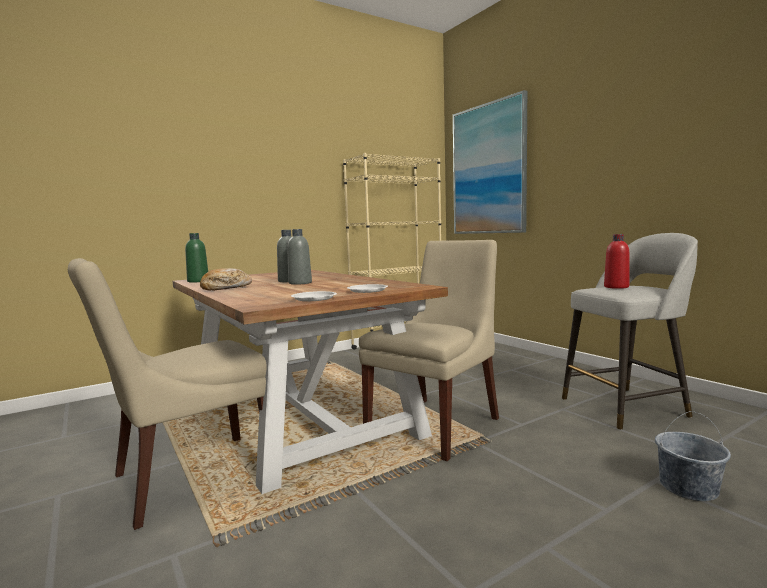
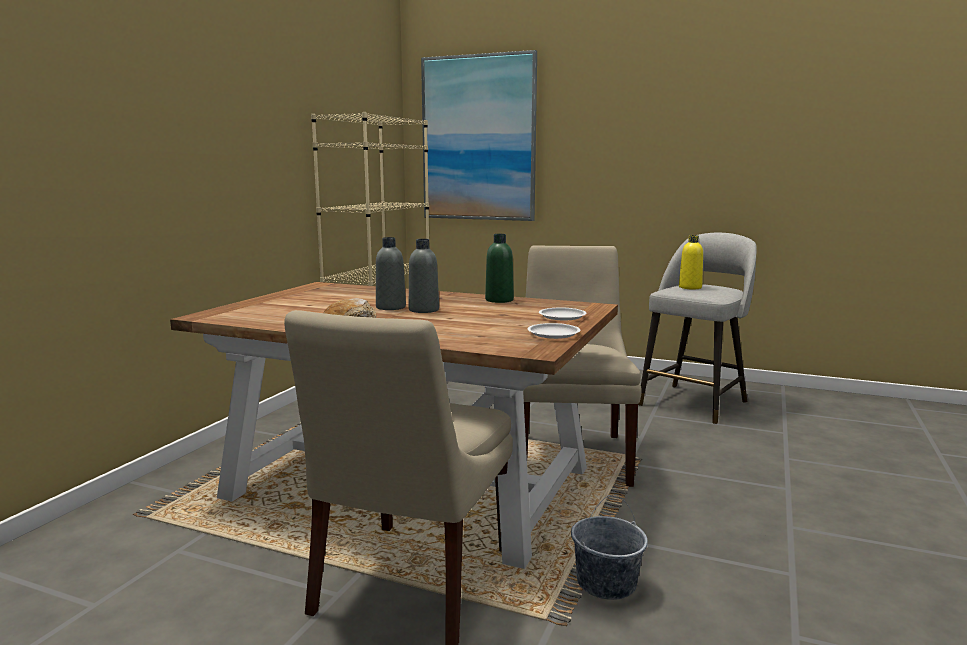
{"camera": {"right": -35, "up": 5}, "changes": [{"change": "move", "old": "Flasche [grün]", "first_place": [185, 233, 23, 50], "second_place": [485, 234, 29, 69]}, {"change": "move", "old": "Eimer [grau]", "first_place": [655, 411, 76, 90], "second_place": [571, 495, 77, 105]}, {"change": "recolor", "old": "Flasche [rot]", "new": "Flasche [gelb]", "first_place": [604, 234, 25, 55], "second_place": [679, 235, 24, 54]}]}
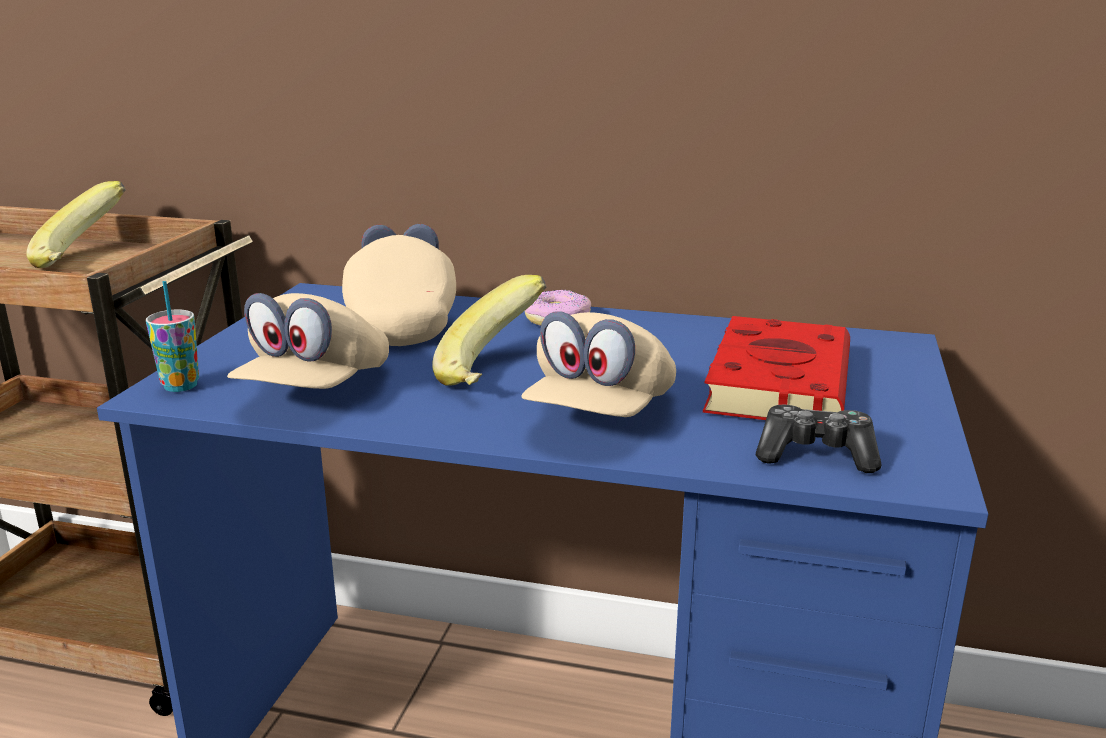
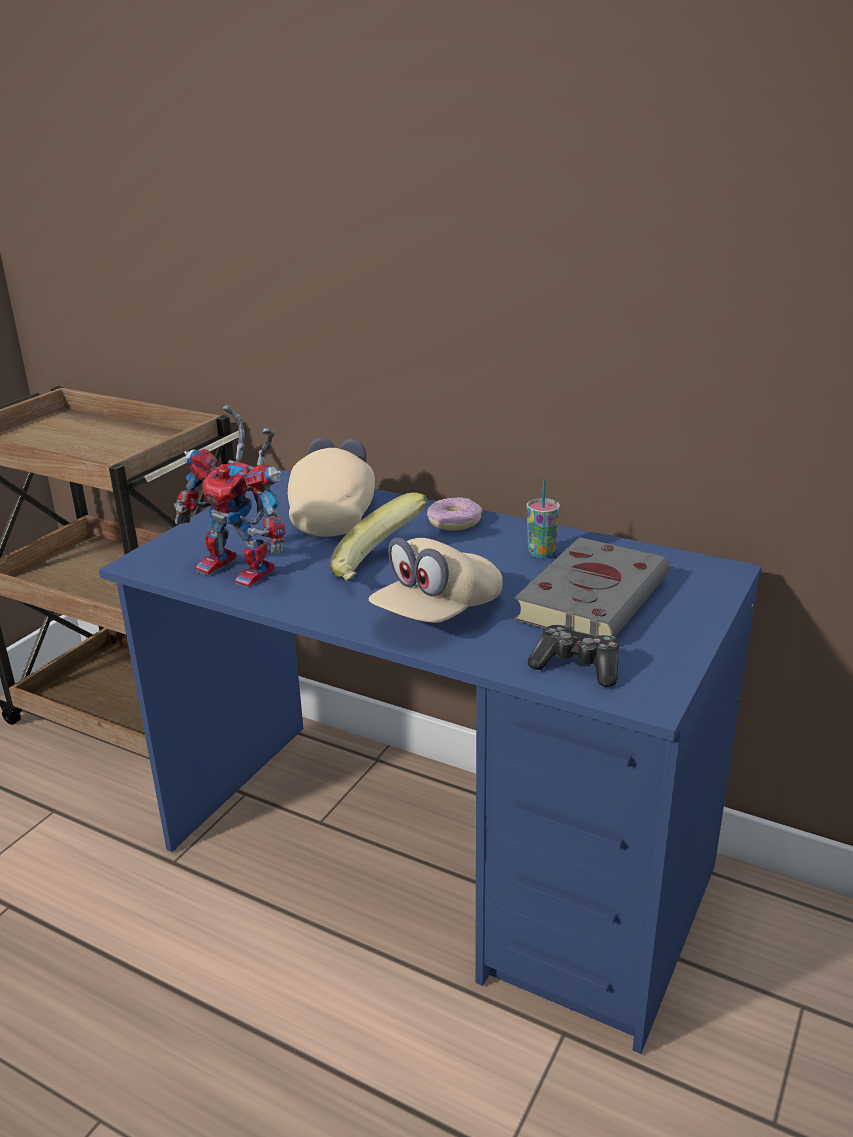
{"camera": {"right": 15, "up": 5}, "changes": [{"change": "delete", "old": "Banane", "first_place": [26, 181, 100, 87]}, {"change": "move", "old": "Tasse", "first_place": [146, 281, 53, 111], "second_place": [527, 479, 33, 79]}, {"change": "replace", "old": "Kappe [beige]", "new": "Spielzeugroboter", "first_place": [227, 293, 162, 96], "second_place": [174, 405, 112, 182]}, {"change": "recolor", "old": "Buch [rot]", "new": "Buch [grau]", "first_place": [703, 316, 147, 104], "second_place": [514, 537, 155, 100]}]}
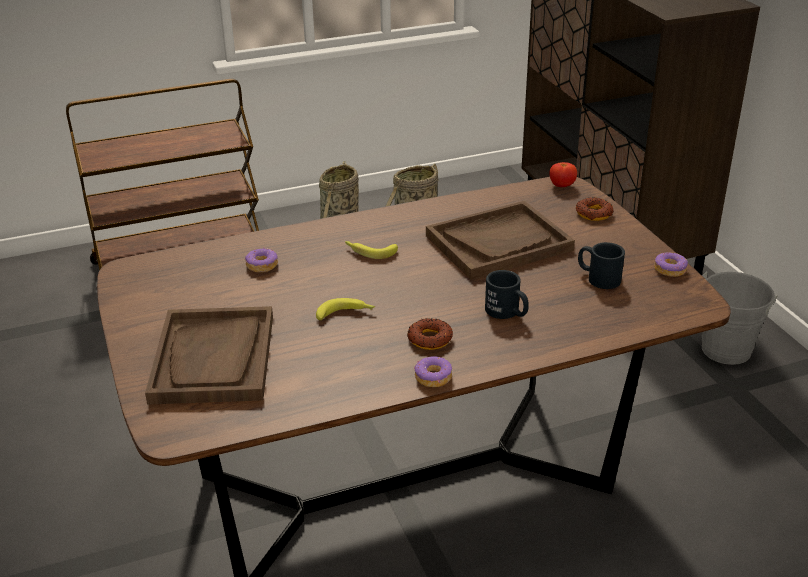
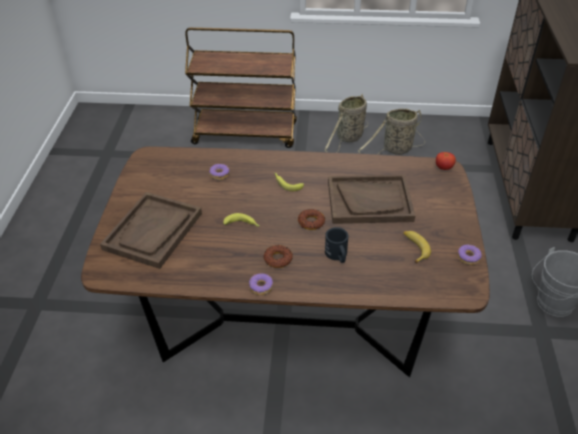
{"camera": {"right": 25, "up": 10}, "changes": [{"change": "move", "old": "Donut", "first_place": [576, 197, 38, 24], "second_place": [298, 209, 27, 21]}, {"change": "replace", "old": "Henkelbecher [schwarz]", "new": "Banane", "first_place": [578, 242, 47, 47], "second_place": [403, 231, 28, 33]}]}
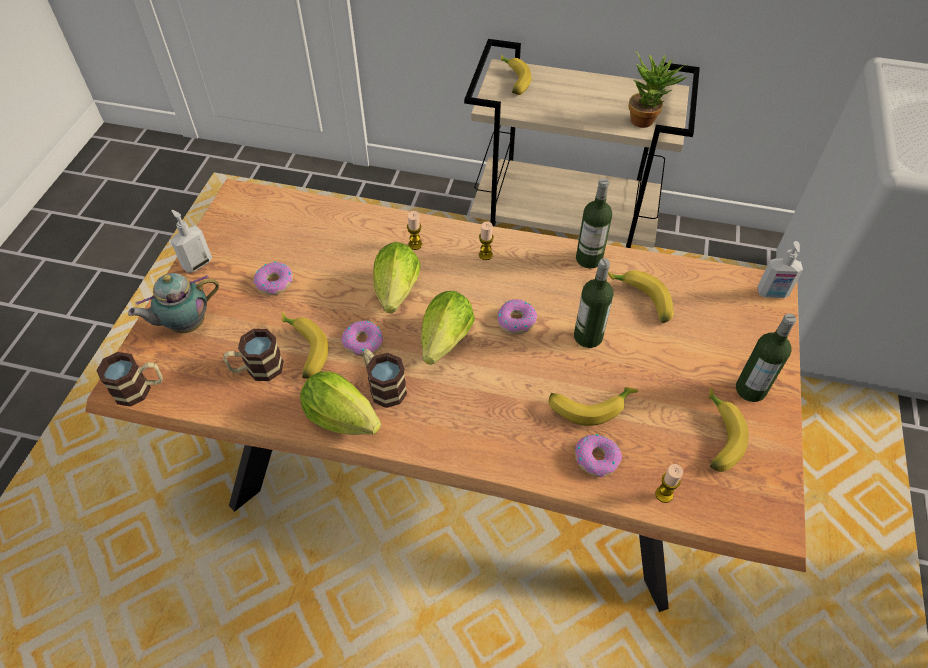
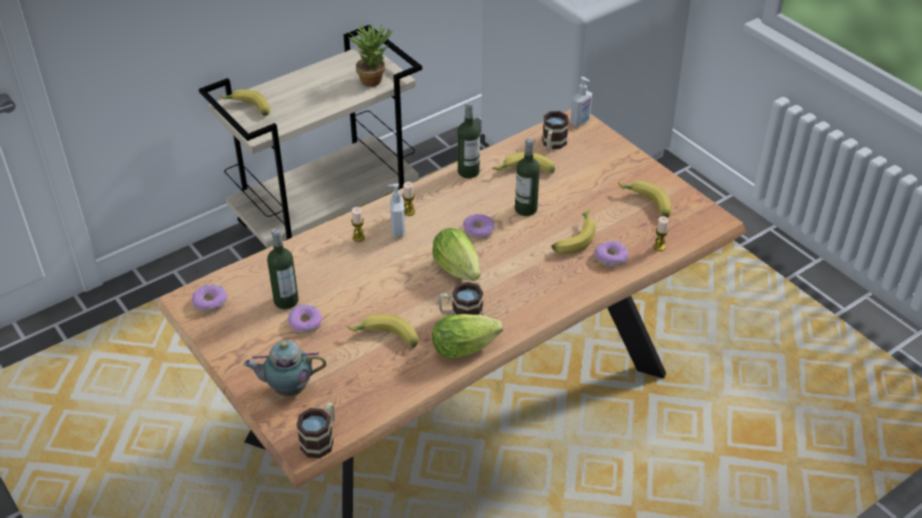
{"camera": {"right": -50, "up": -10}, "changes": [{"change": "delete", "old": "Salatkopf", "first_place": [373, 242, 48, 71]}, {"change": "move", "old": "Seifenspender", "first_place": [171, 210, 41, 63], "second_place": [388, 183, 17, 54]}, {"change": "move", "old": "Henkelbecher", "first_place": [223, 329, 61, 52], "second_place": [542, 111, 27, 39]}, {"change": "move", "old": "Donut", "first_place": [341, 320, 42, 36], "second_place": [192, 284, 35, 28]}, {"change": "move", "old": "Flasche", "first_place": [736, 313, 60, 89], "second_place": [267, 228, 32, 81]}, {"change": "rotate", "old": "Teekanne", "first_place": [128, 273, 91, 60], "second_place": [243, 340, 83, 56], "degrees": 75}]}
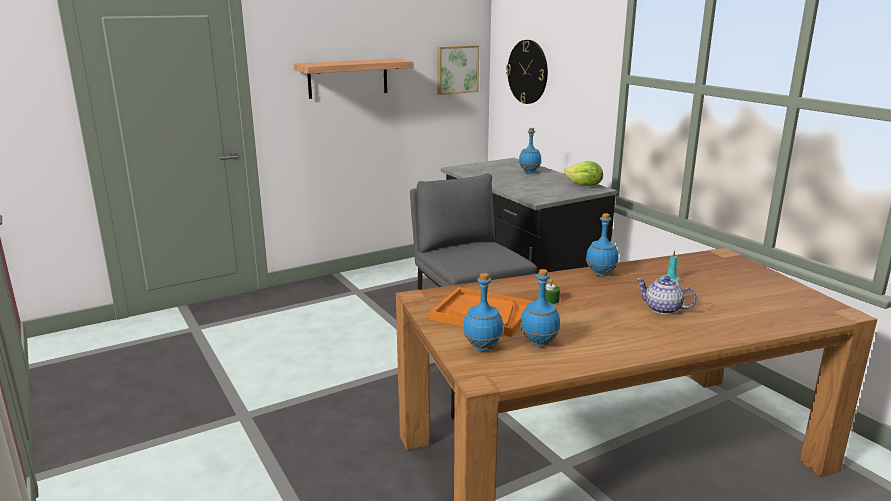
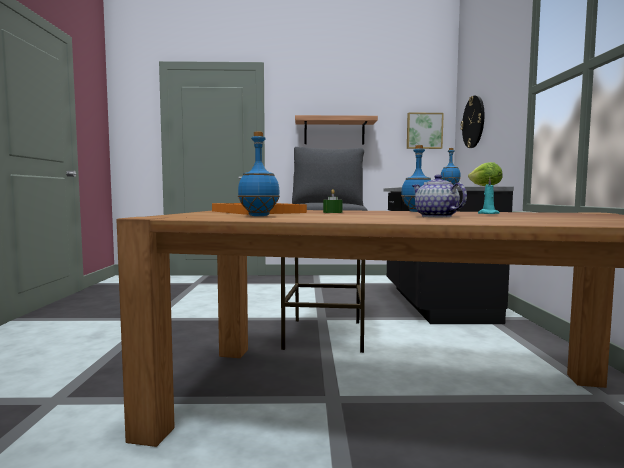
{"camera": {"right": 30, "up": -15}, "changes": [{"change": "delete", "old": "Flasche [blau]", "first_place": [463, 273, 40, 79]}]}
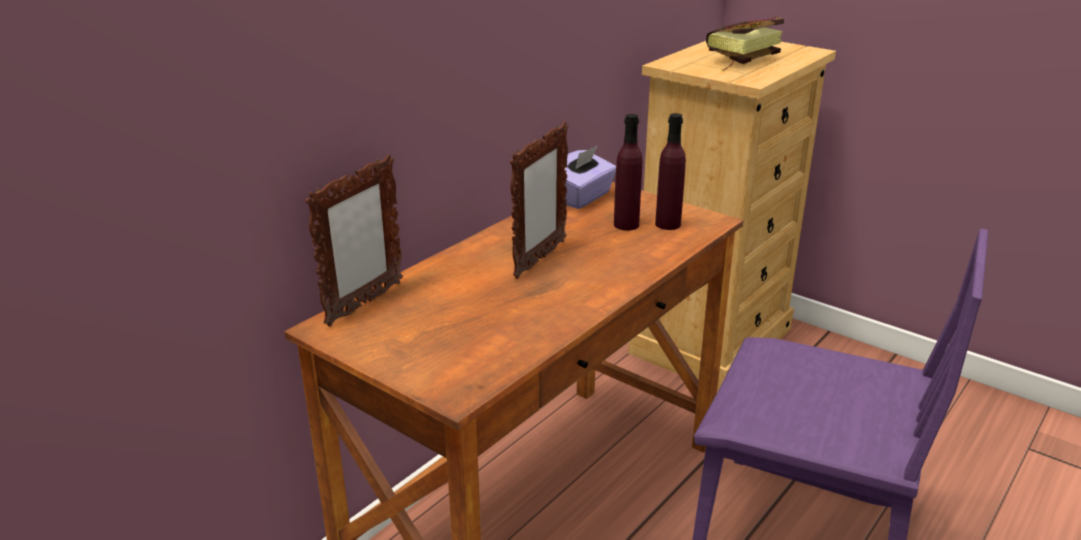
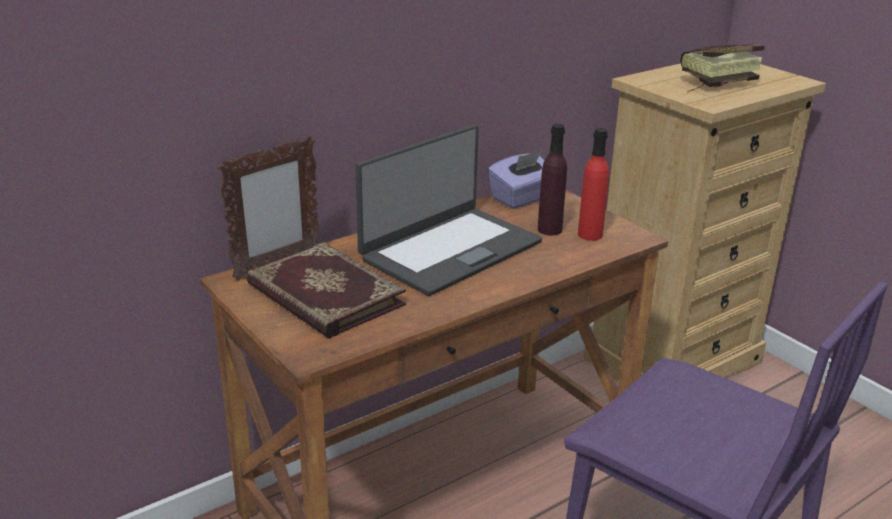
{"camera": {"right": 15, "up": 0}, "changes": [{"change": "insert", "new": "Buch", "second_place": [246, 242, 160, 96]}, {"change": "replace", "old": "Bilderrahmen", "new": "Laptop", "first_place": [510, 121, 58, 158], "second_place": [355, 125, 187, 171]}, {"change": "recolor", "old": "Flasche [lila]", "new": "Flasche [rot]", "first_place": [655, 113, 31, 117], "second_place": [578, 128, 31, 113]}]}
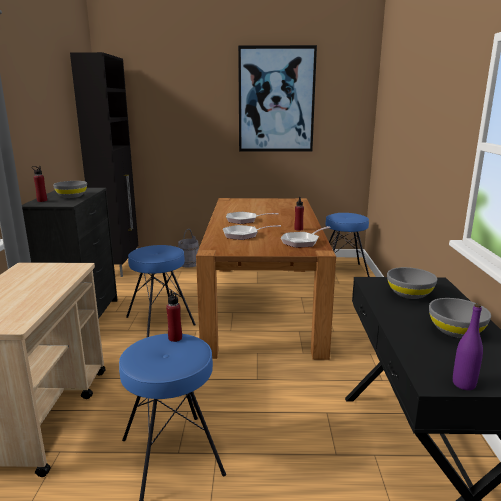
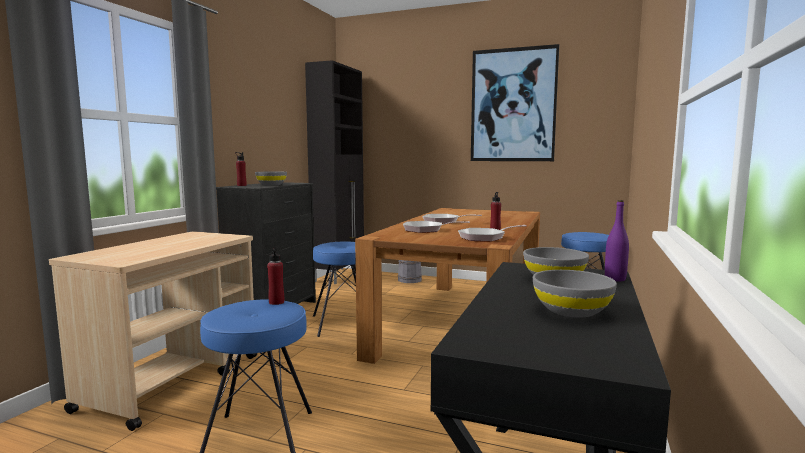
{"camera": {"right": 20, "up": -10}, "changes": [{"change": "move", "old": "Flasche [lila]", "first_place": [453, 304, 30, 86], "second_place": [605, 200, 24, 81]}]}
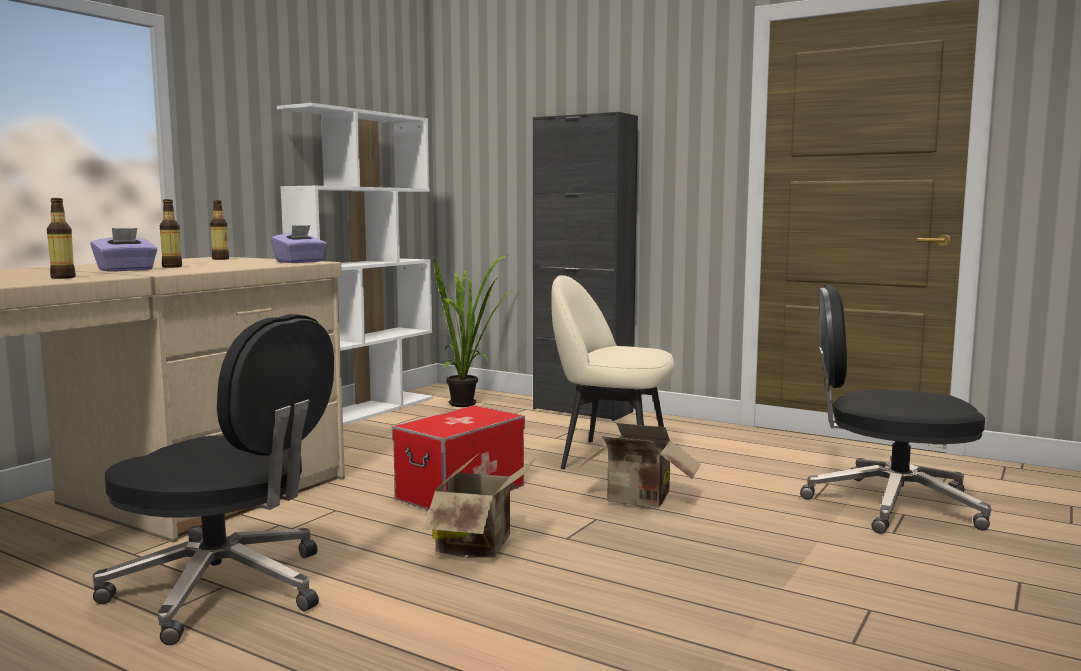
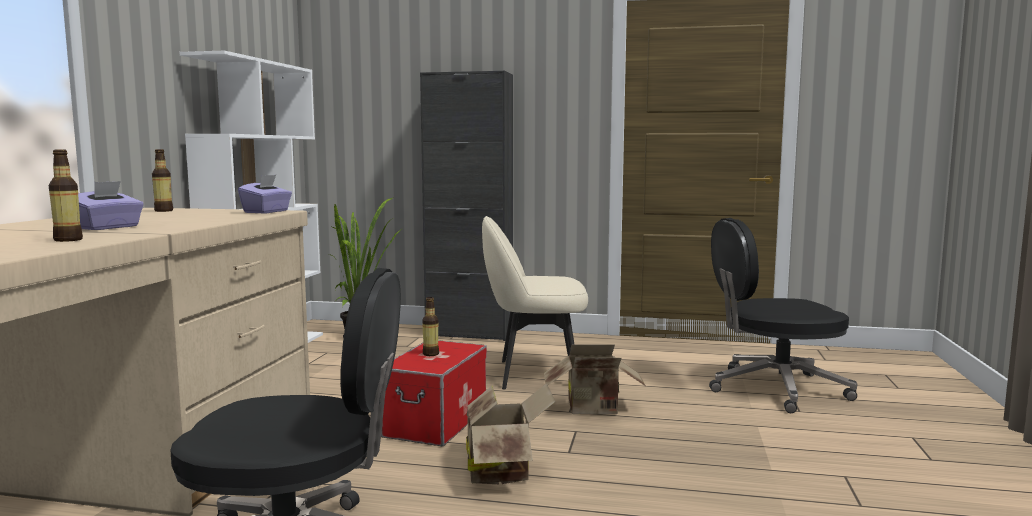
{"camera": {"right": -20, "up": 0}, "changes": [{"change": "move", "old": "Flasche", "first_place": [160, 199, 22, 69], "second_place": [422, 297, 17, 59]}]}
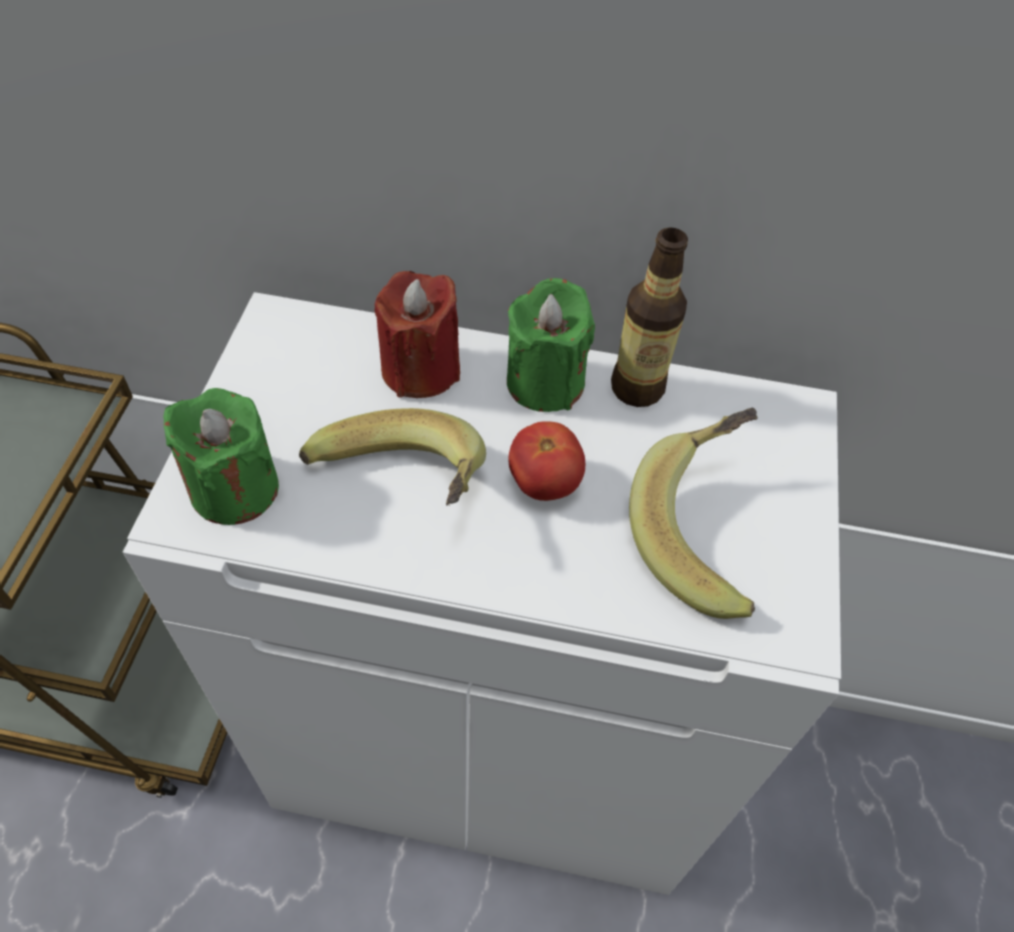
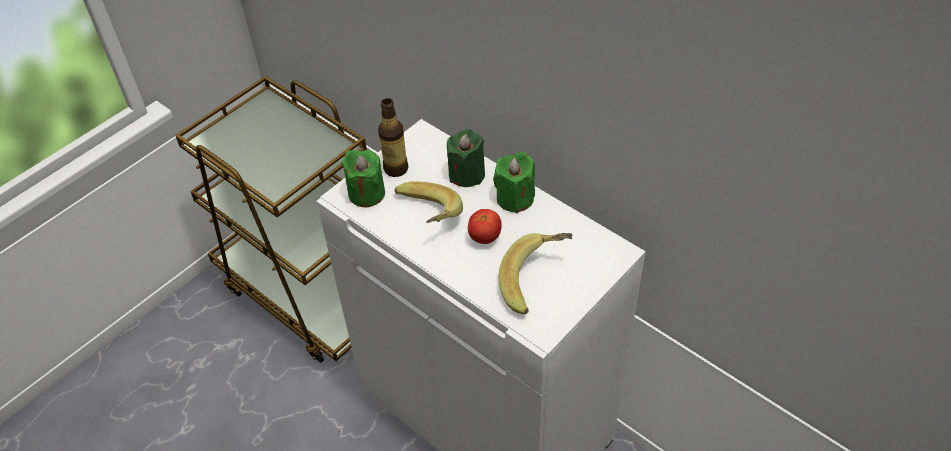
{"camera": {"right": 35, "up": -5}, "changes": [{"change": "move", "old": "Flasche", "first_place": [611, 227, 77, 180], "second_place": [378, 98, 30, 79]}, {"change": "recolor", "old": "Kerze [rot]", "new": "Kerze [grün]", "first_place": [374, 271, 86, 127], "second_place": [447, 129, 38, 58]}]}
